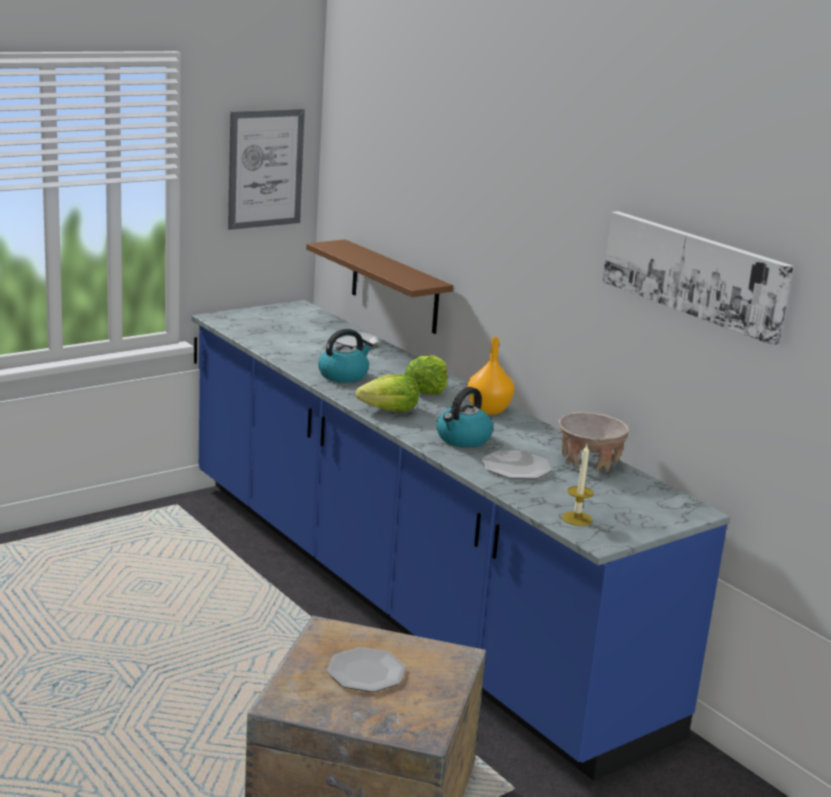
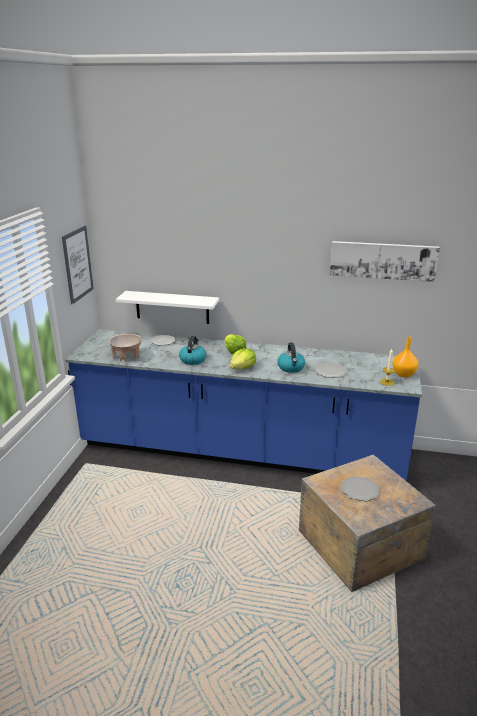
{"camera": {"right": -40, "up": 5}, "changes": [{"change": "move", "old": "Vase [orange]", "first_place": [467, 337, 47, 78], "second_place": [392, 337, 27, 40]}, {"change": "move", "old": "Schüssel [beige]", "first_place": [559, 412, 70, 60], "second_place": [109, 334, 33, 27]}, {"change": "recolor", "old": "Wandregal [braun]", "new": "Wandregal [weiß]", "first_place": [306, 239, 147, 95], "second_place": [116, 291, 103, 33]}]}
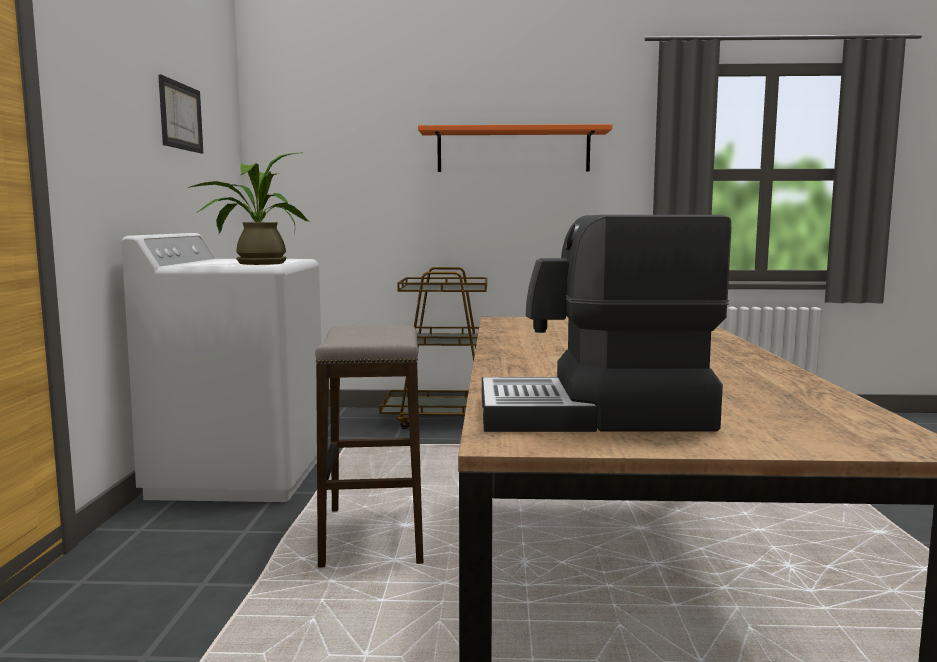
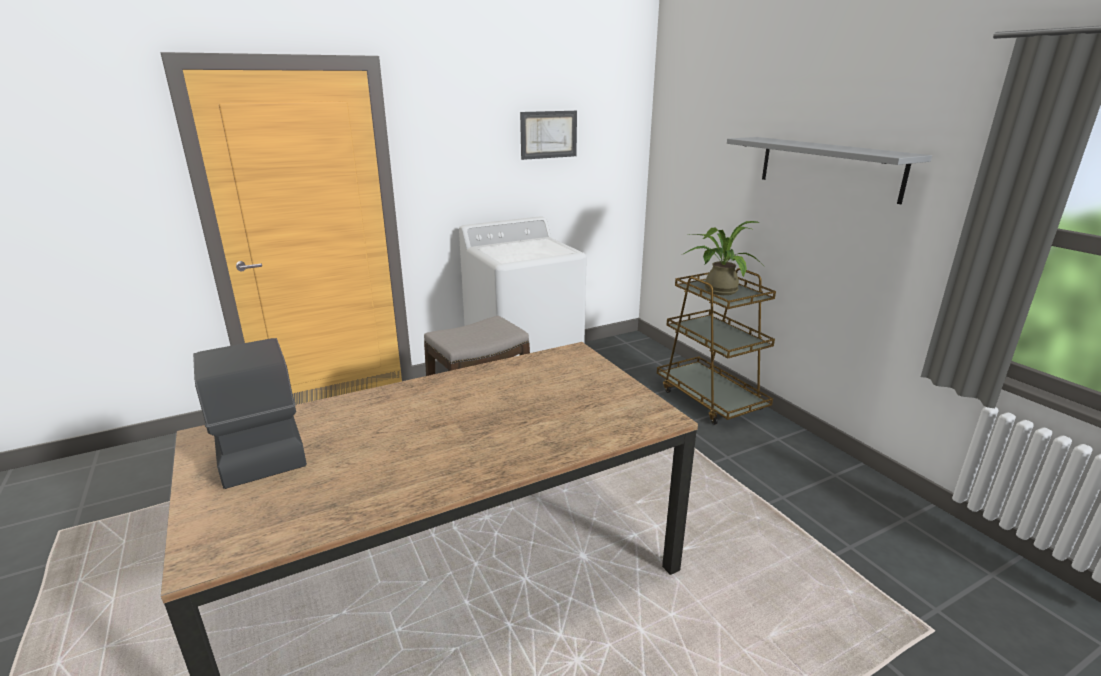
{"camera": {"right": 60, "up": 15}, "changes": [{"change": "move", "old": "Topfpflanze", "first_place": [187, 153, 123, 112], "second_place": [683, 221, 82, 74]}, {"change": "recolor", "old": "Wandregal [orange]", "new": "Wandregal [grau]", "first_place": [418, 124, 194, 48], "second_place": [727, 137, 205, 67]}]}
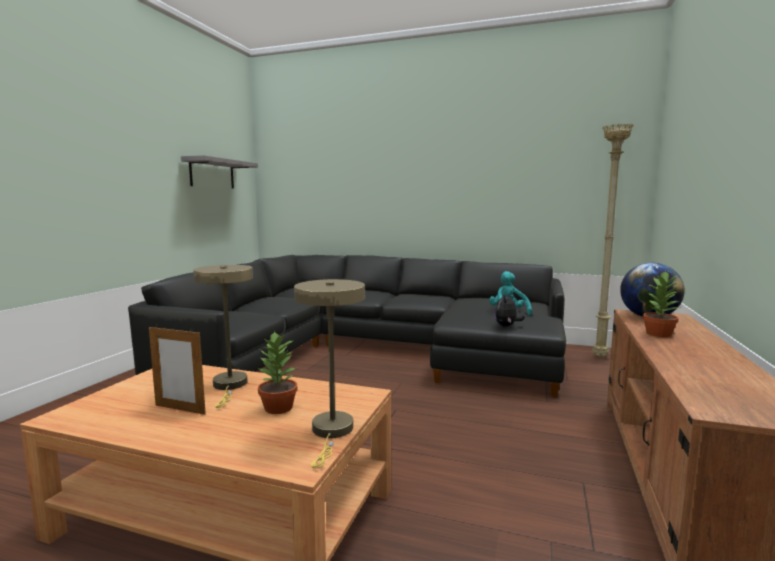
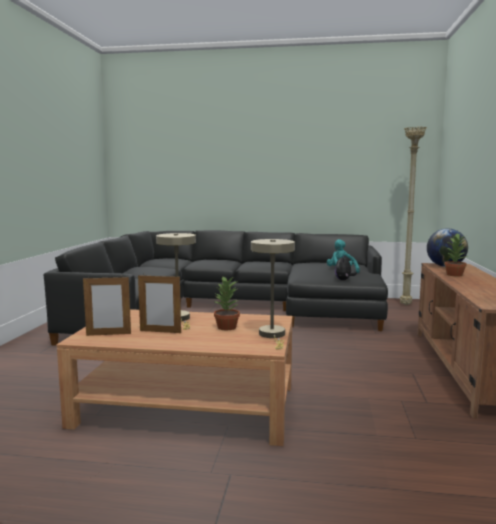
{"camera": {"right": -10, "up": 0}, "changes": [{"change": "delete", "old": "Wandregal [grau]", "first_place": [181, 155, 77, 34]}, {"change": "insert", "new": "Bilderrahmen", "second_place": [83, 275, 48, 61]}]}
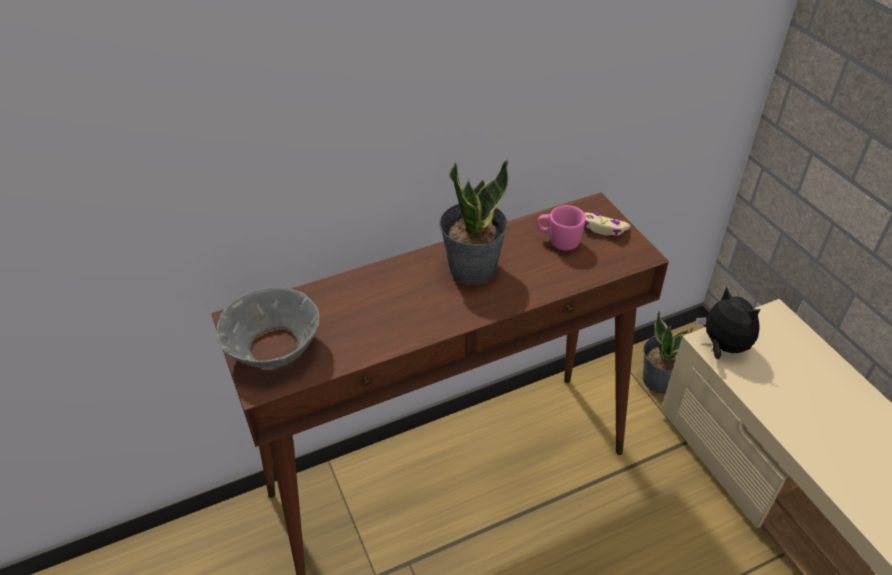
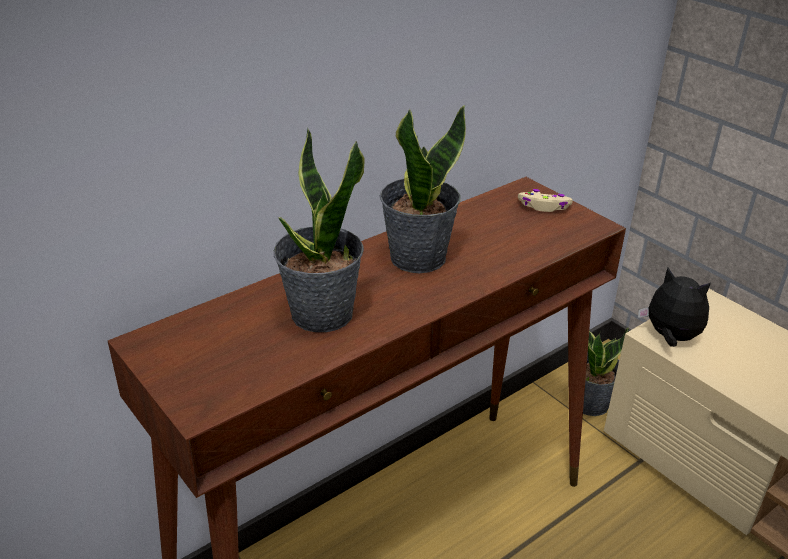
{"camera": {"right": -15, "up": -10}, "changes": [{"change": "delete", "old": "Schüssel [grau]", "first_place": [216, 287, 104, 81]}, {"change": "delete", "old": "Henkelbecher [rosa]", "first_place": [537, 205, 49, 46]}, {"change": "insert", "new": "Topfpflanze", "second_place": [274, 129, 91, 203]}]}
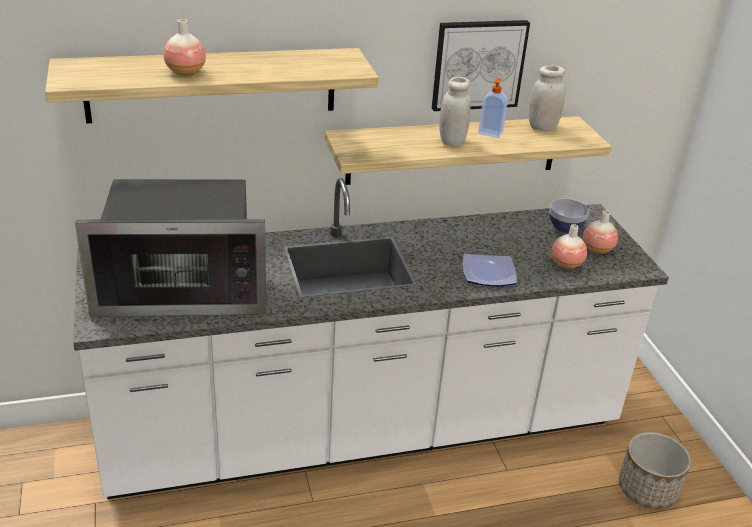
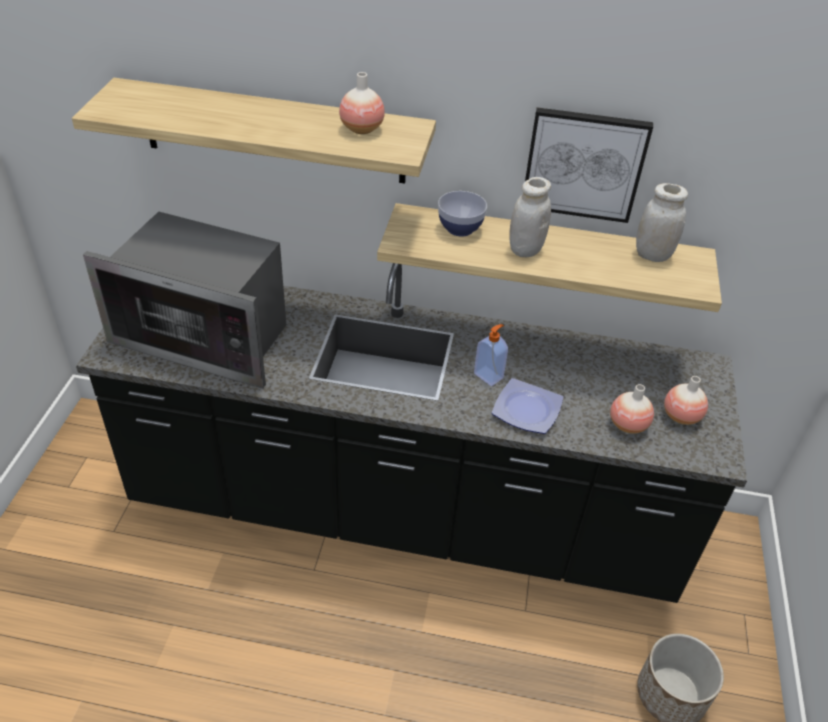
{"camera": {"right": 25, "up": 10}, "changes": [{"change": "move", "old": "Vase", "first_place": [163, 19, 43, 57], "second_place": [339, 72, 46, 62]}, {"change": "move", "old": "Seifenspender", "first_place": [478, 78, 30, 60], "second_place": [474, 324, 34, 62]}, {"change": "move", "old": "Schüssel", "first_place": [550, 199, 39, 34], "second_place": [438, 191, 49, 45]}, {"change": "recolor", "old": "Küchenzeile [weiß]", "new": "Küchenzeile [schwarz]", "first_place": [73, 178, 596, 321], "second_place": [76, 263, 671, 340]}]}
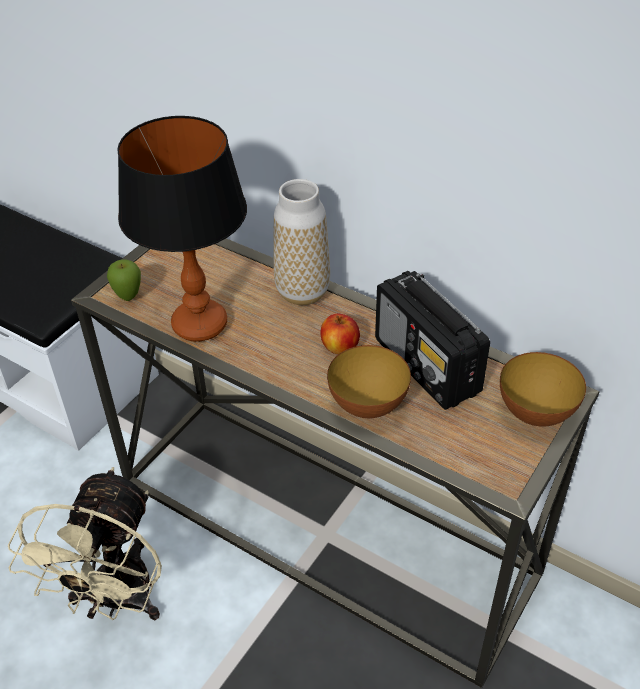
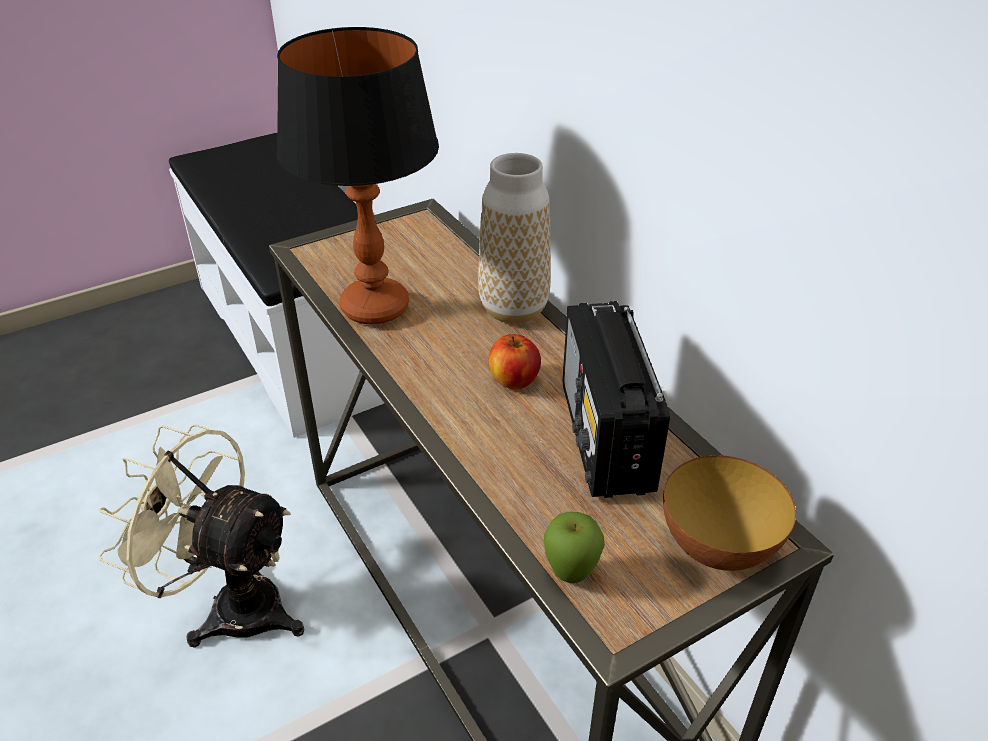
{"camera": {"right": 25, "up": -5}, "changes": [{"change": "delete", "old": "Schüssel", "first_place": [327, 345, 84, 73]}, {"change": "move", "old": "Apfel", "first_place": [107, 259, 34, 42], "second_place": [544, 512, 61, 71]}, {"change": "rotate", "old": "Ventilator [beige]", "first_place": [8, 467, 154, 153], "second_place": [99, 424, 205, 224], "degrees": 75}]}
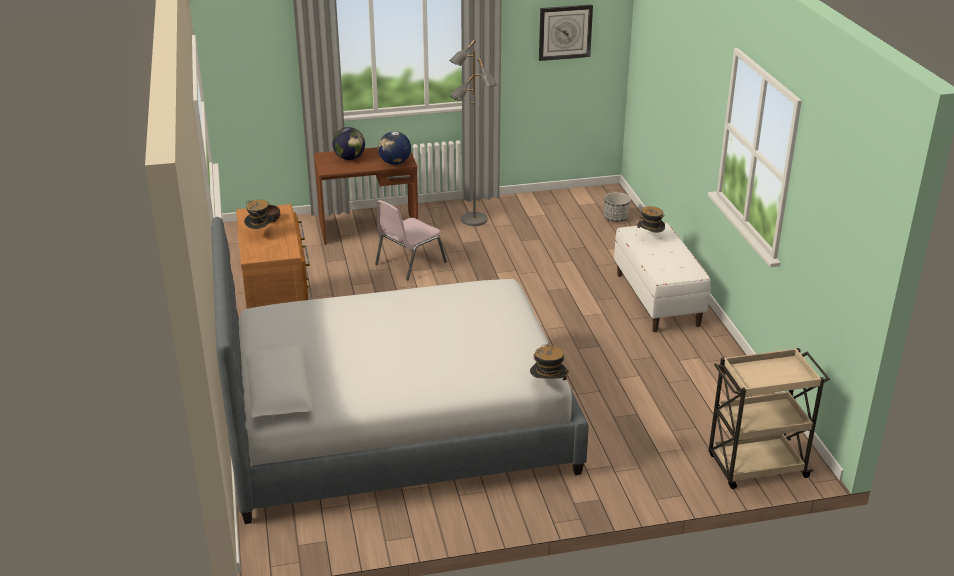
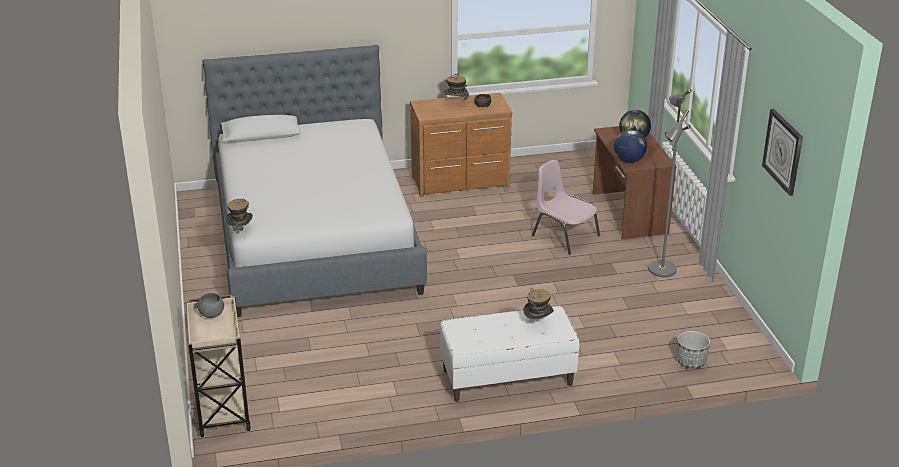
{"camera": {"right": 90, "up": 0}, "changes": [{"change": "insert", "new": "Schüssel [grau]", "second_place": [198, 293, 26, 25]}]}
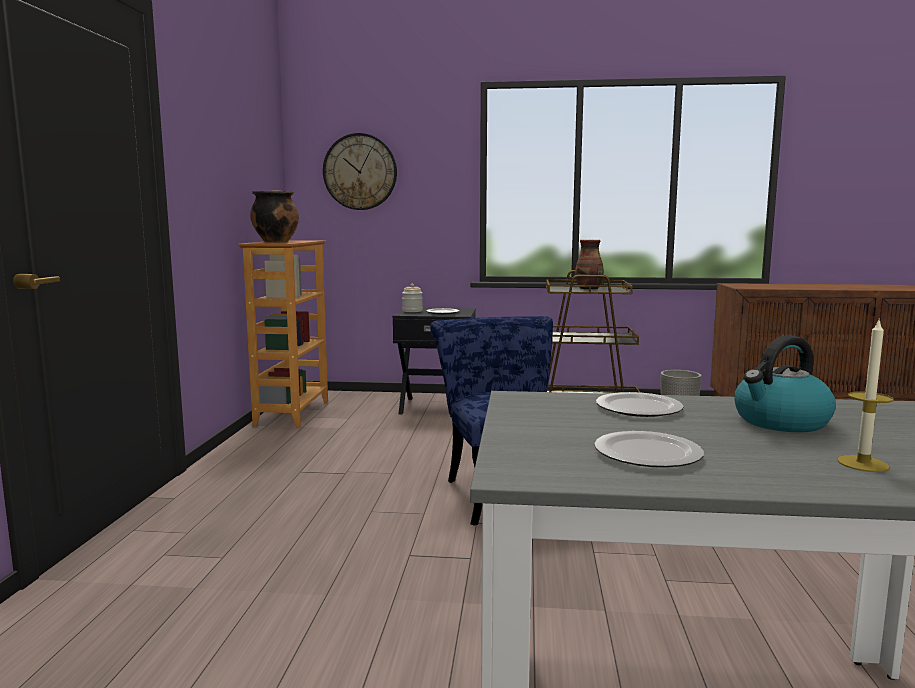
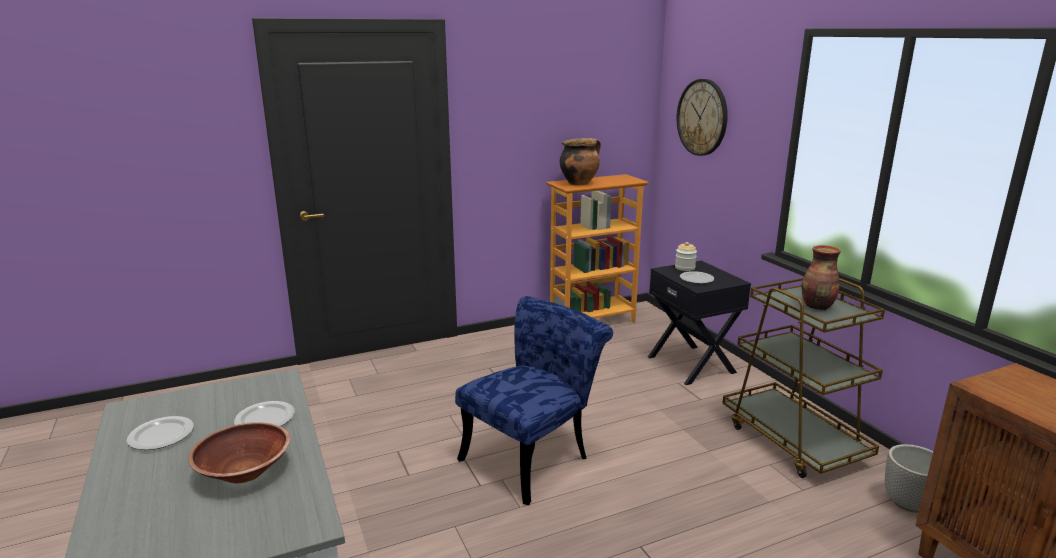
{"camera": {"right": 60, "up": 10}, "changes": [{"change": "delete", "old": "Kerze", "first_place": [837, 320, 57, 152]}, {"change": "replace", "old": "Wasserkessel", "new": "Schüssel [braun]", "first_place": [734, 335, 102, 97], "second_place": [188, 422, 102, 61]}]}
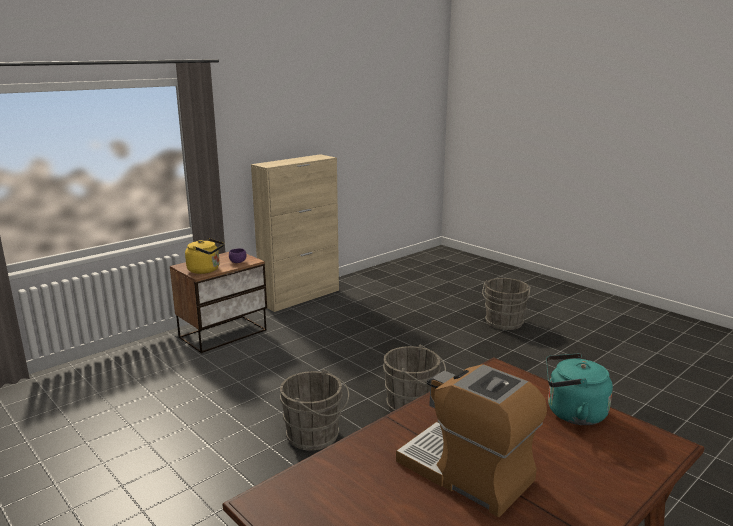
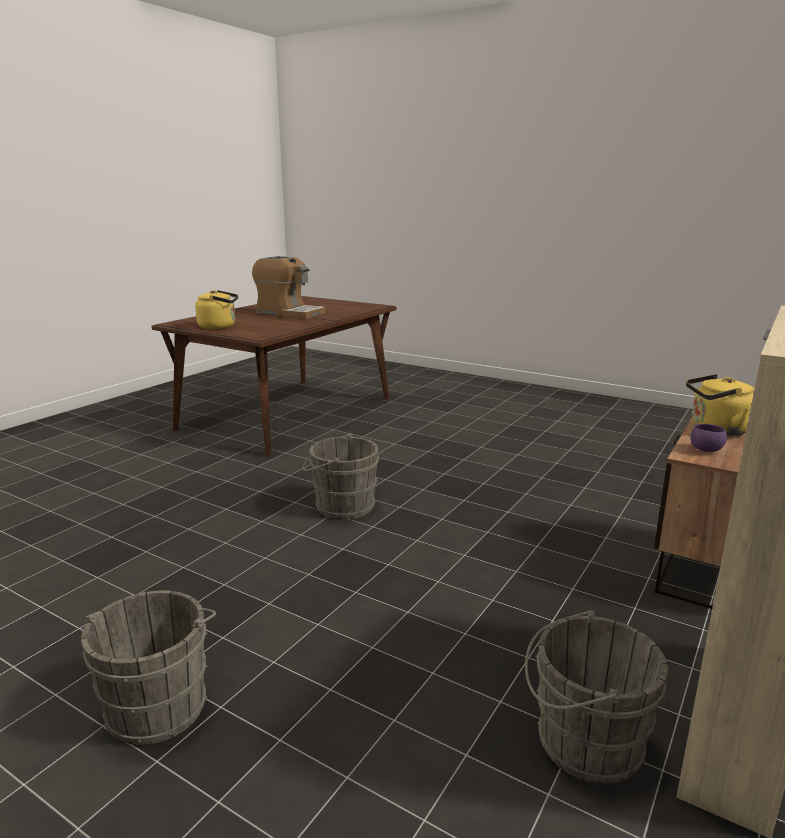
{"camera": {"right": 165, "up": 0}, "changes": [{"change": "move", "old": "Eimer [grau]", "first_place": [280, 369, 69, 82], "second_place": [525, 610, 143, 174]}, {"change": "recolor", "old": "Wasserkessel [türkis]", "new": "Wasserkessel [gelb]", "first_place": [546, 353, 67, 72], "second_place": [195, 290, 43, 39]}]}
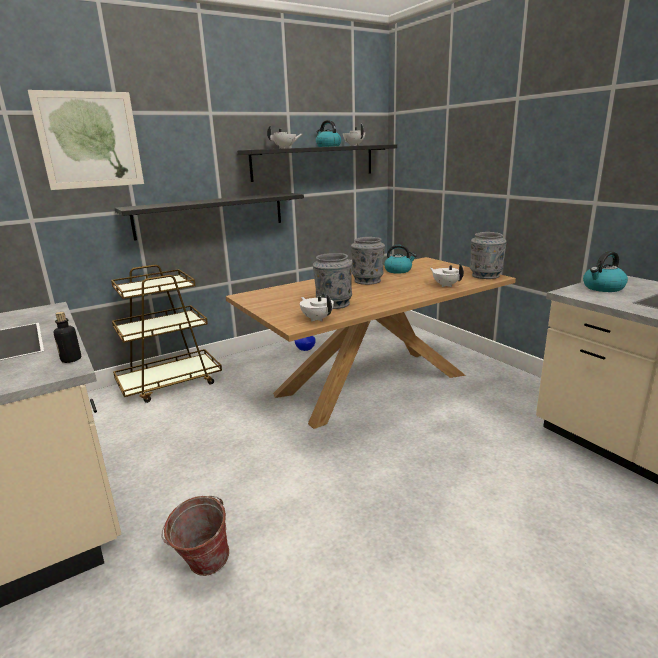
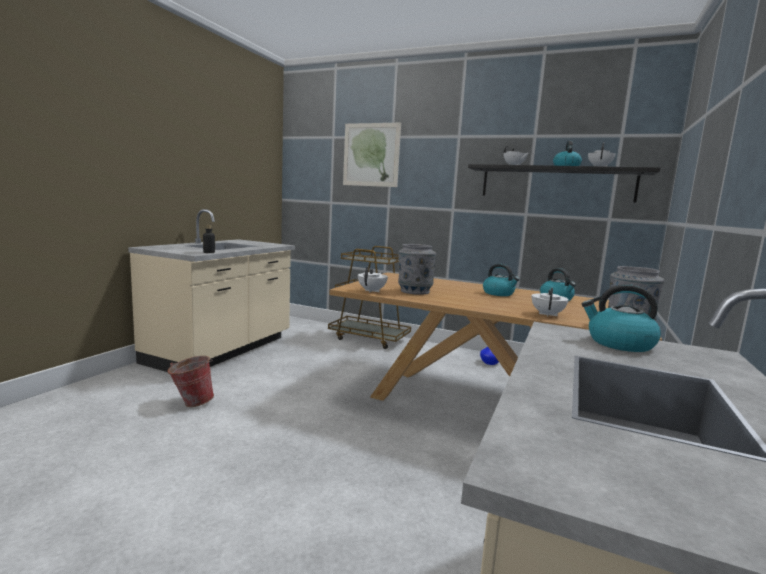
{"camera": {"right": 55, "up": -10}, "changes": [{"change": "delete", "old": "Wandregal [schwarz]", "first_place": [115, 193, 189, 48]}, {"change": "replace", "old": "Vase [grau]", "new": "Wasserkessel", "first_place": [351, 237, 34, 48], "second_place": [483, 264, 37, 32]}]}
